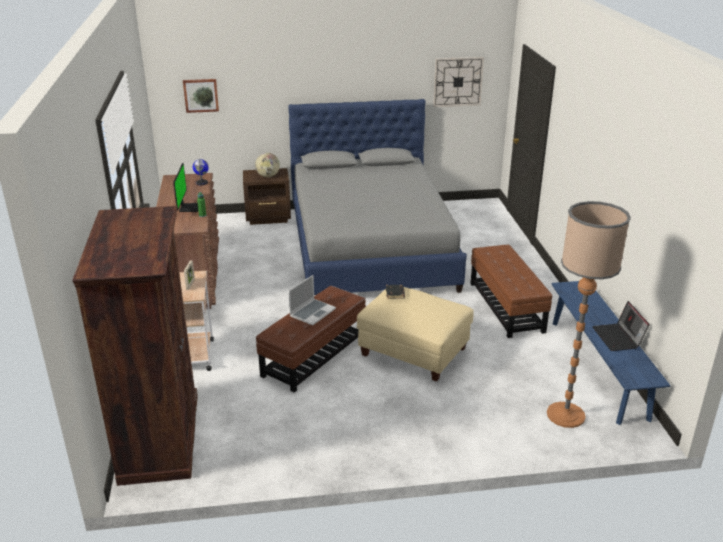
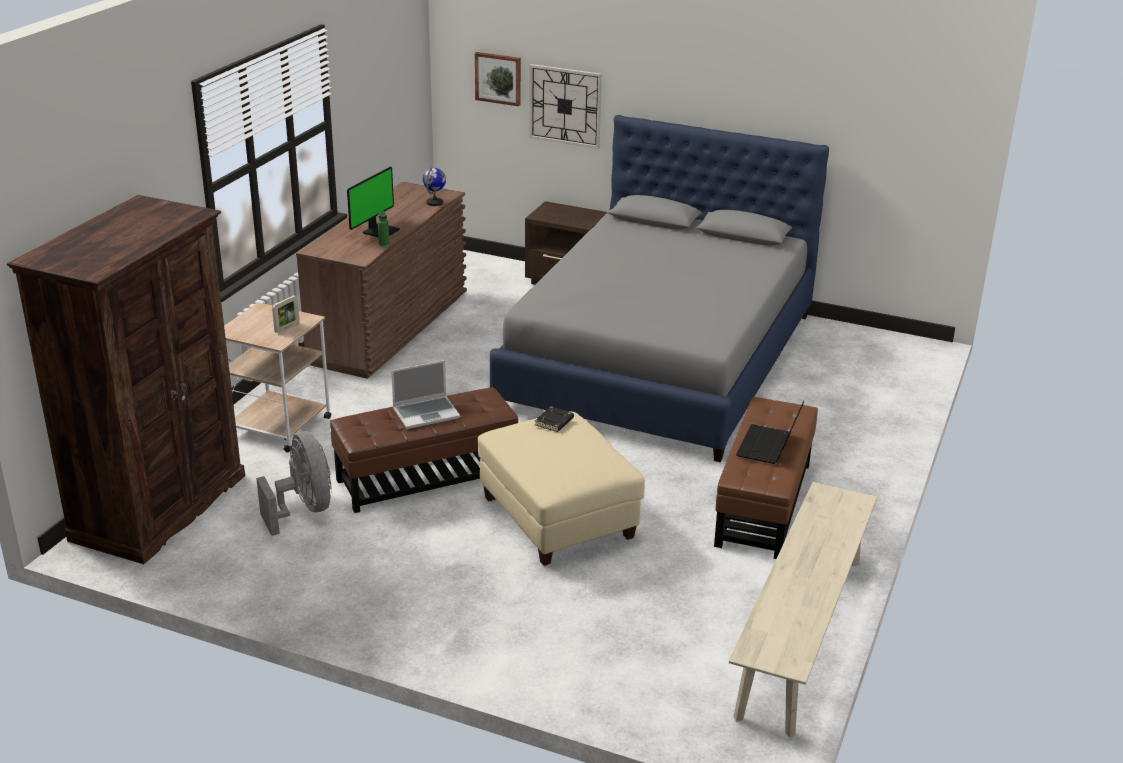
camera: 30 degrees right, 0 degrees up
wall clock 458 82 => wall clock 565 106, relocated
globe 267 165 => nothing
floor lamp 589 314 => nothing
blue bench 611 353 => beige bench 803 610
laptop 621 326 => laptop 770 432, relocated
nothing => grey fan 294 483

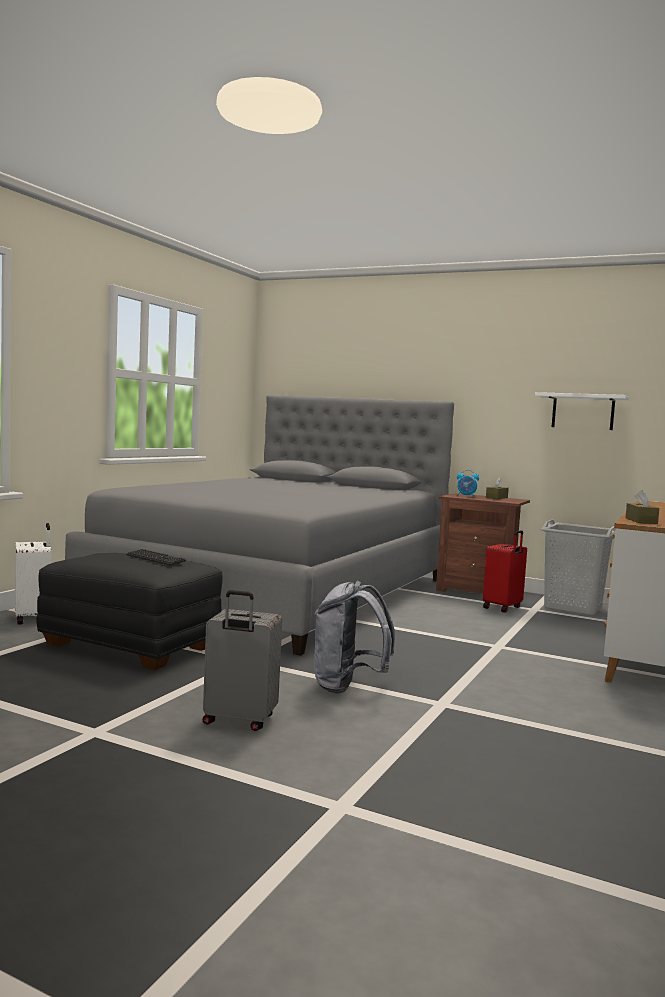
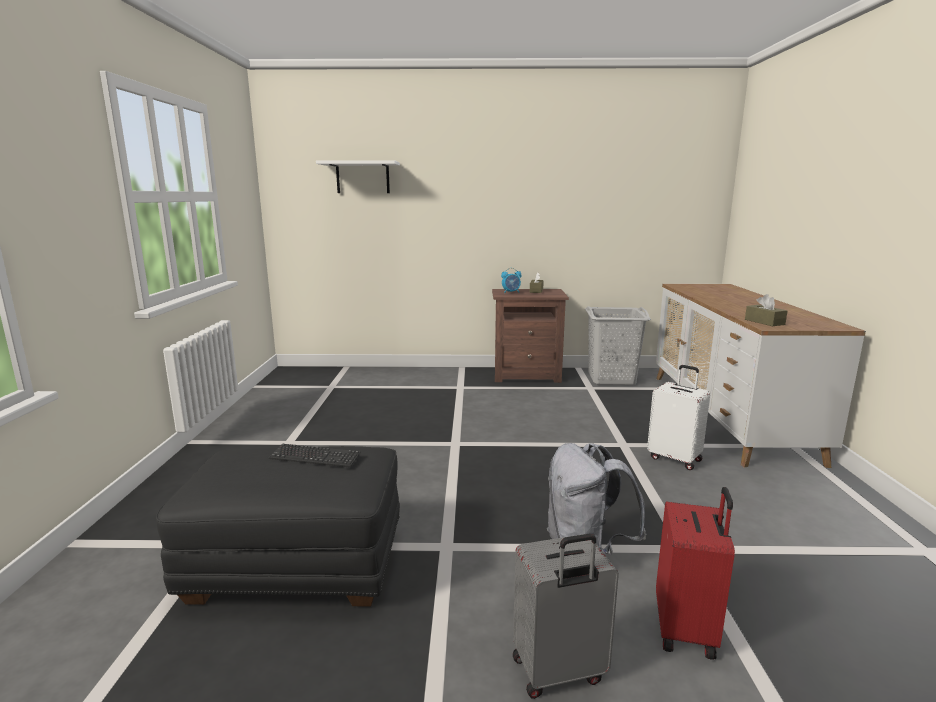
camera: 25 degrees left, 10 degrees up
white shelf 582 411 => white shelf 358 176, relocated
grey bed 259 525 => nothing
white suitcase 33 574 => white suitcase 678 417, relocated
red suitcase 505 571 => red suitcase 695 573, relocated

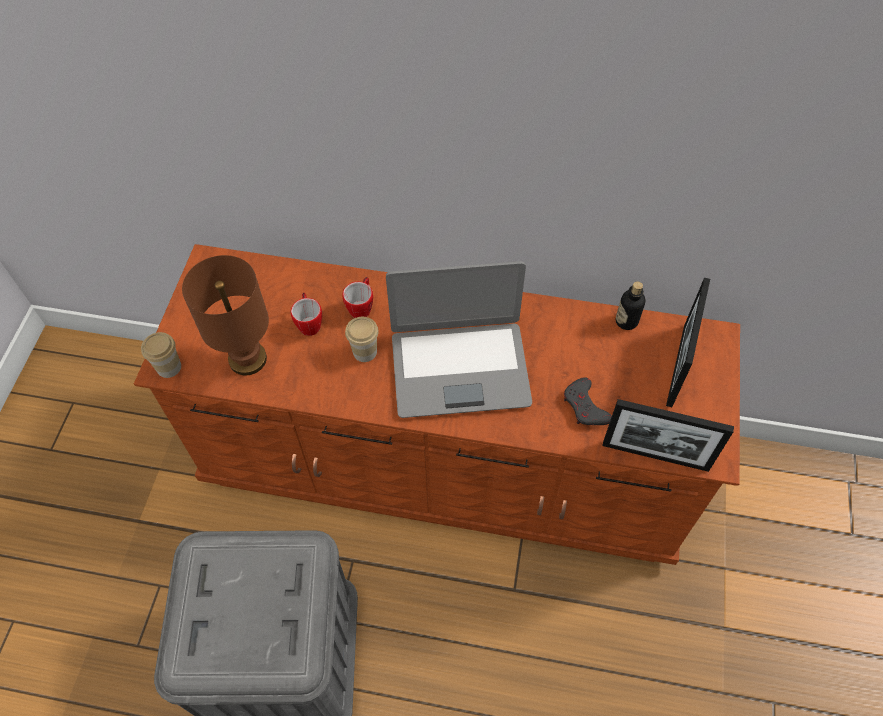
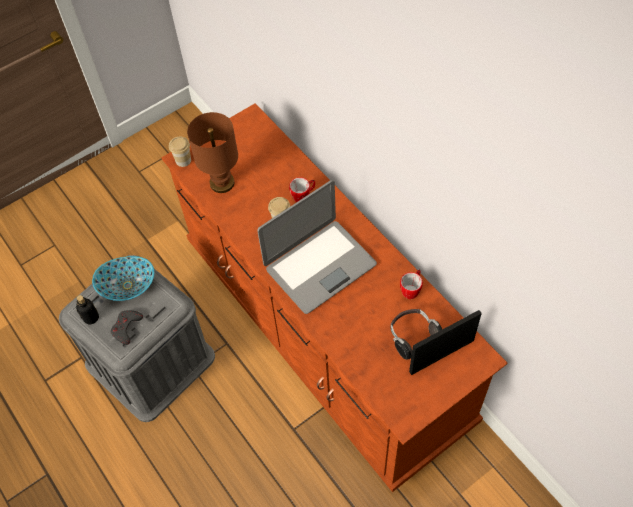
camera: 45 degrees right, 0 degrees up
laptop 459 339 => laptop 317 247, 75 degrees counterclockwise
bottle 630 305 => bottle 87 309, relocated
mug 306 314 => mug 411 284, relocated
grey game controller 588 401 => grey game controller 127 327, relocated
picture frame 668 435 => nothing
nothing => bowl 123 278
nothing => headphones 416 334

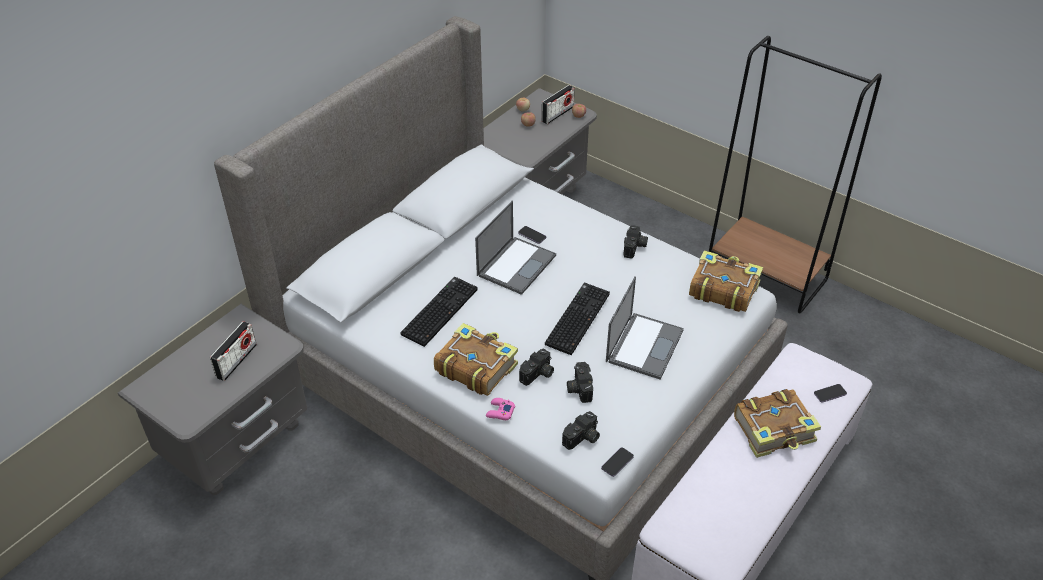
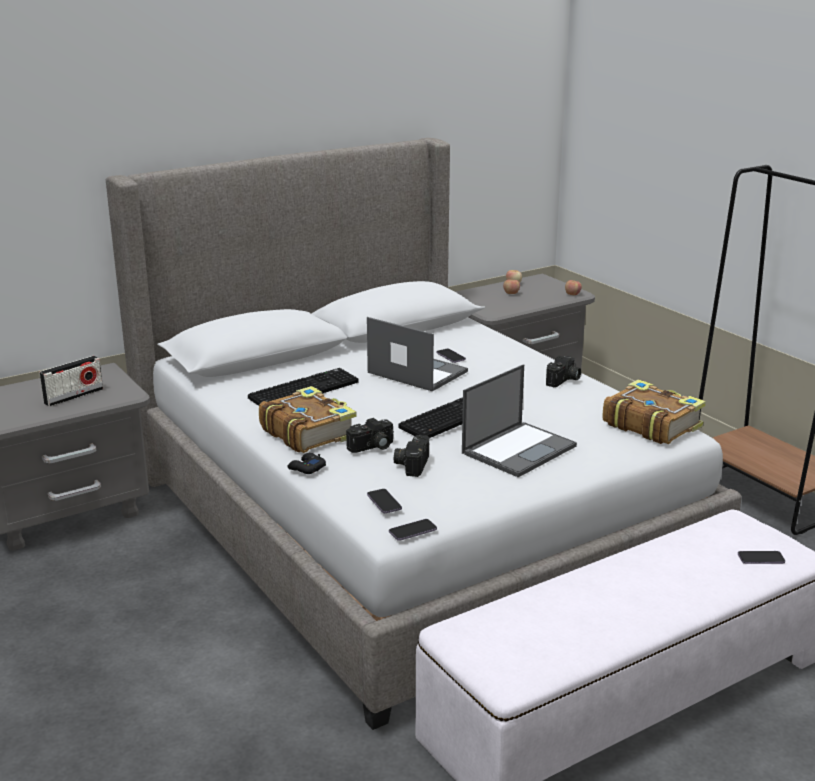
camera: 20 degrees right, 20 degrees down
radio 558 104 => nothing
laptop 515 248 => laptop 417 354, 105 degrees counterclockwise
book 777 423 => nothing
pink game controller 500 409 => black game controller 306 463
photo camera 581 430 => phone 384 501

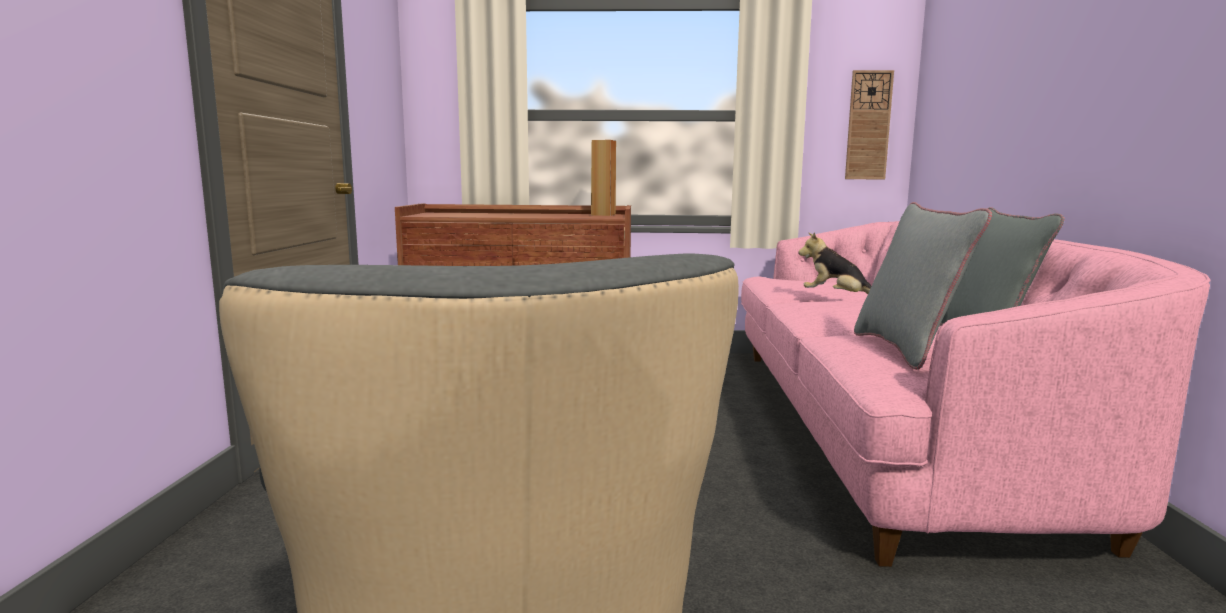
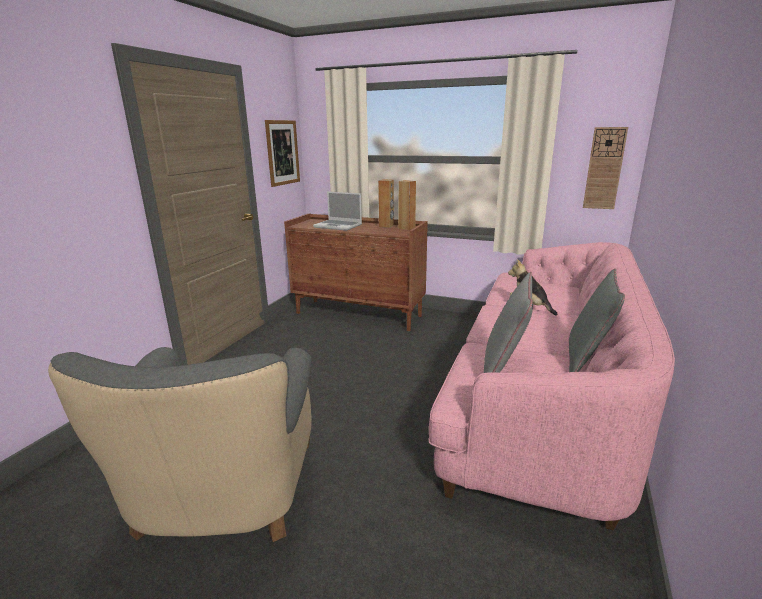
camera: 20 degrees right, 10 degrees up
nothing => picture 282 153
nothing => brown speaker 386 203
nothing => laptop 337 211

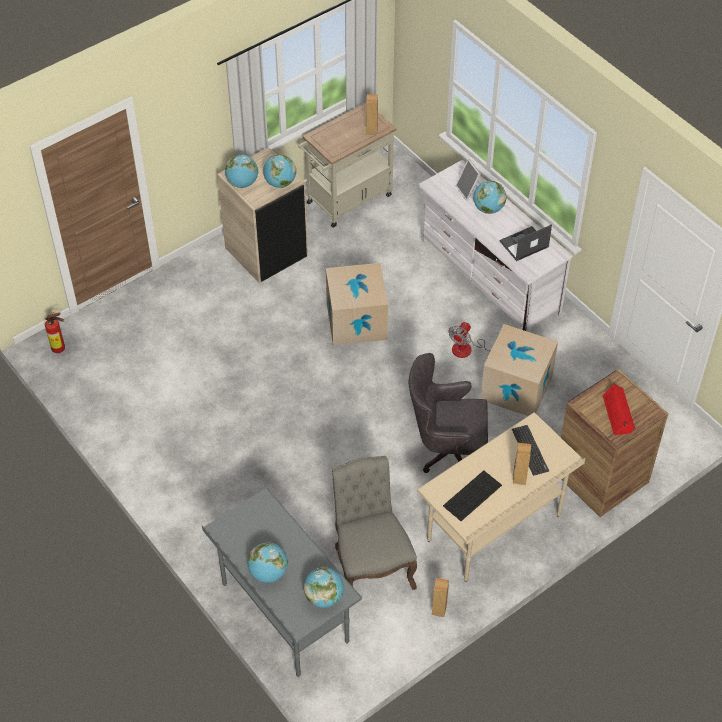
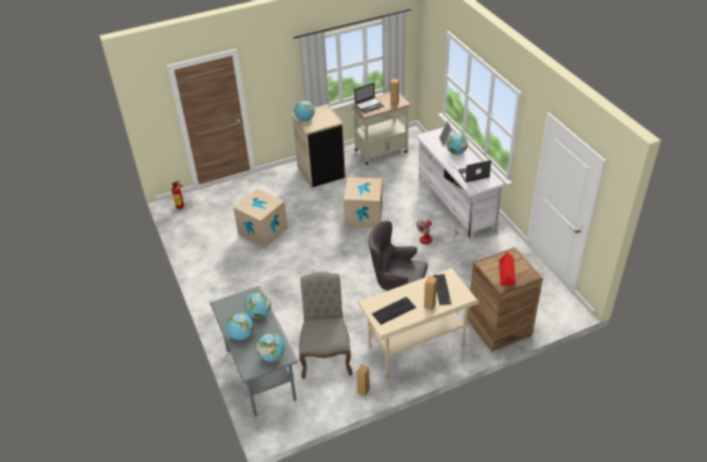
camera: 15 degrees right, 10 degrees down
globe 279 171 => globe 257 305, relocated
cardboard box 519 370 => cardboard box 260 218, relocated
nothing => laptop 369 98

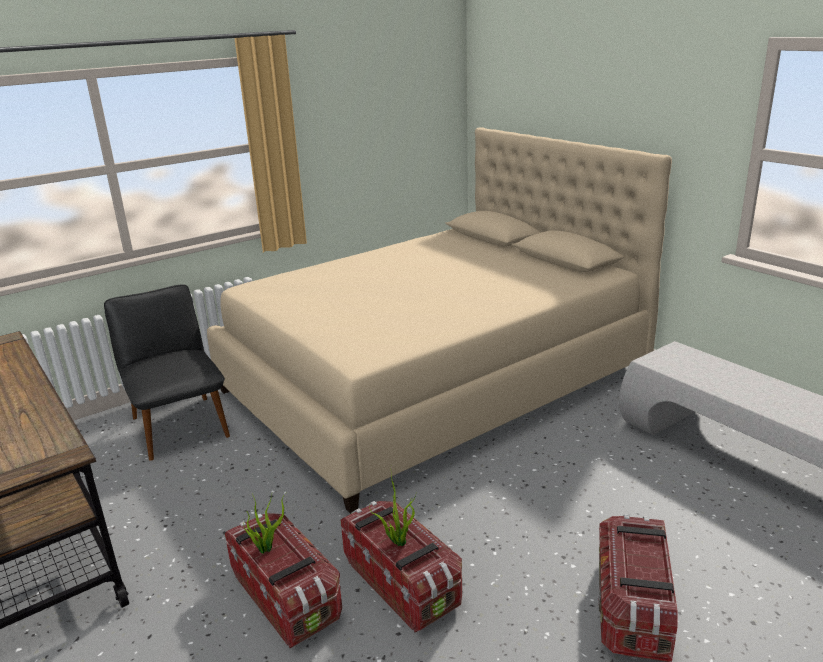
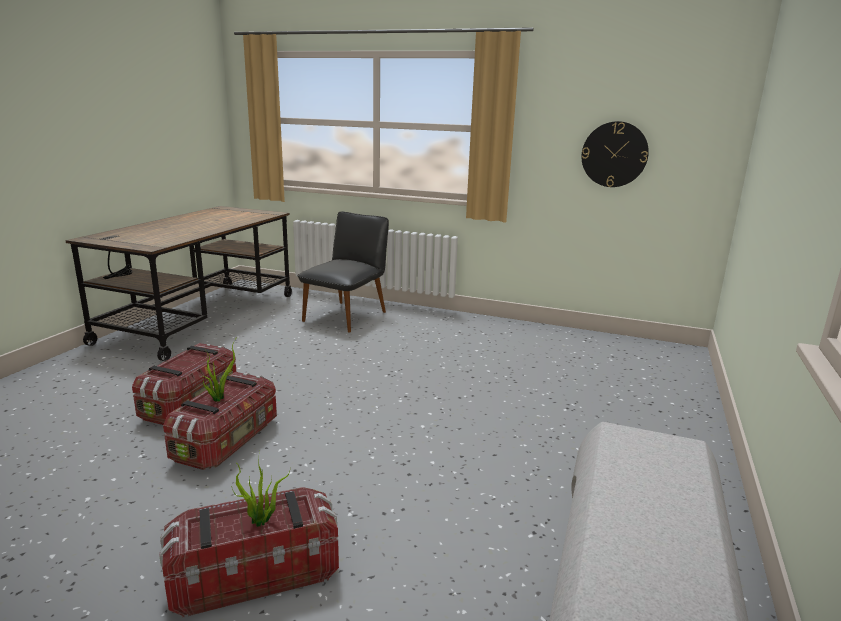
camera: 55 degrees right, 5 degrees down
beige bed 439 320 => nothing
potted plant 265 523 => potted plant 260 489, relocated
nothing => wall clock 615 154

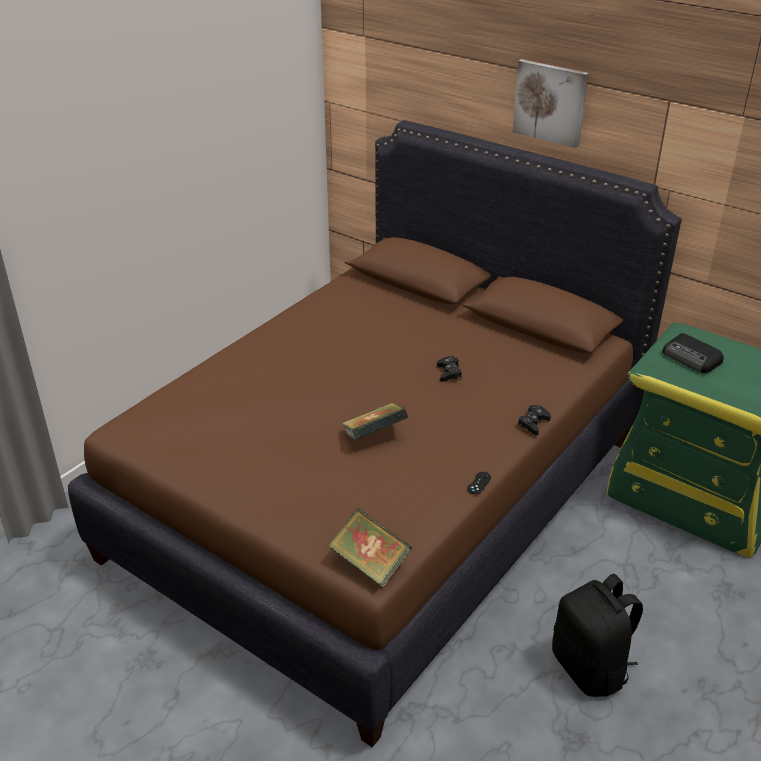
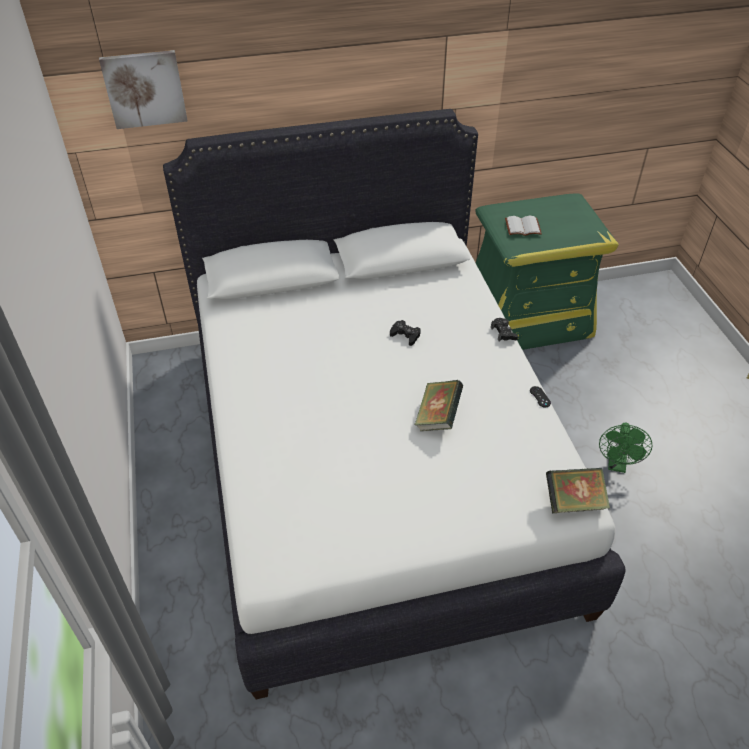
camera: 50 degrees left, 10 degrees up
picture 550 103 => picture 143 89, relocated
brown bed 375 433 => white bed 394 404
radio 693 353 => white book 523 226
black backpack 597 635 => green fan 625 448

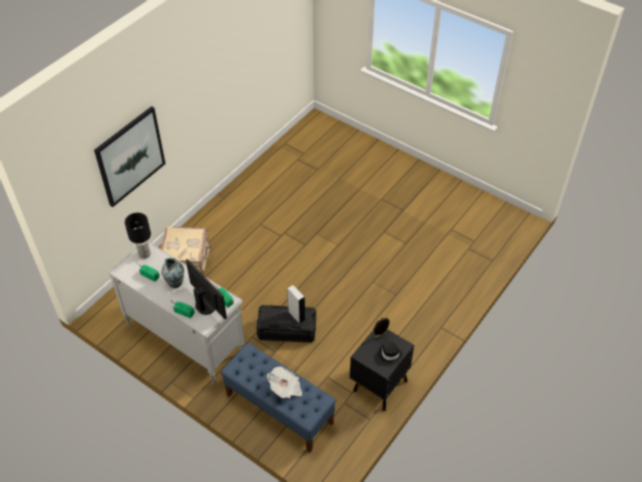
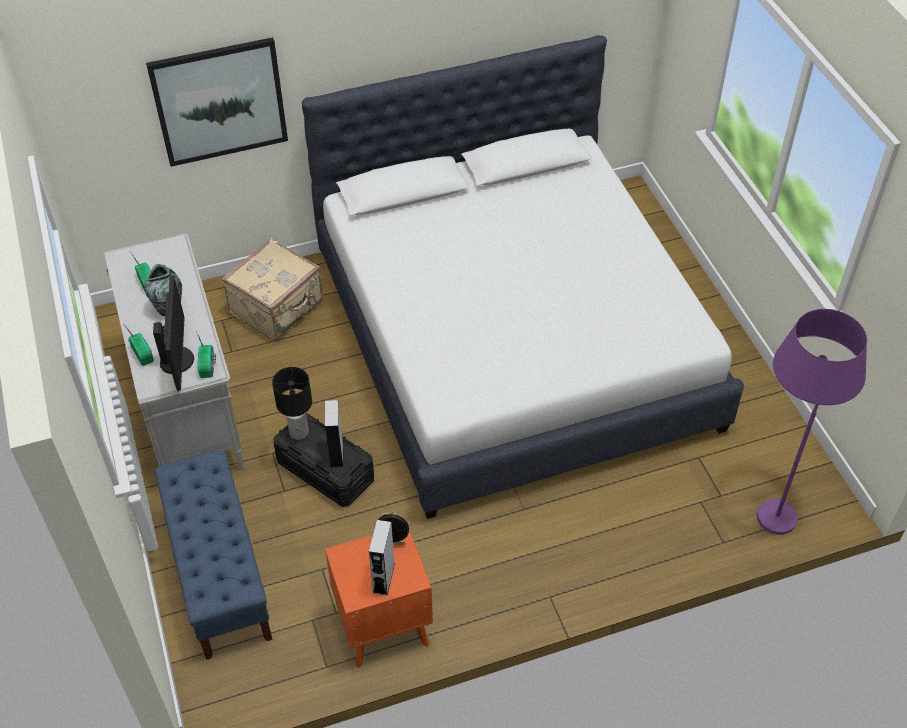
camera: 35 degrees right, 0 degrees up
black table lamp 138 236 => black table lamp 292 403, relocated
black nightstand 382 370 => orange nightstand 379 599
black hat 390 351 => grey speaker 382 558
newspaper 284 382 => nothing
nothing => white bed 523 277
nothing => purple floor lamp 812 422

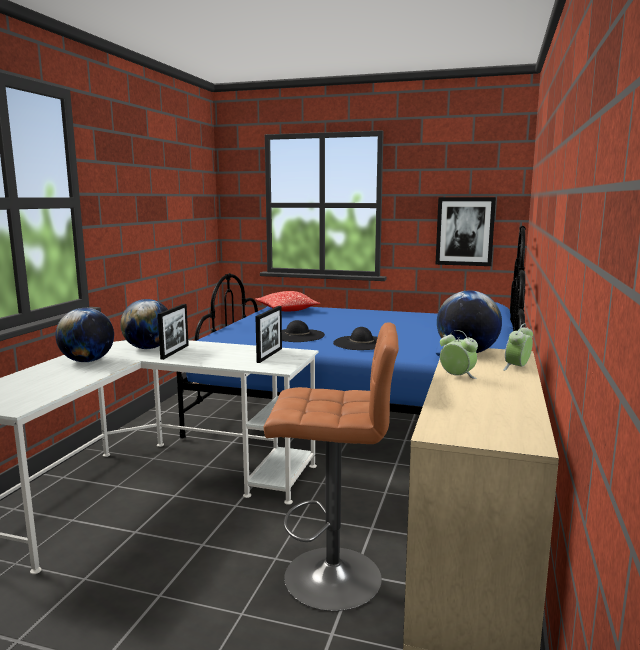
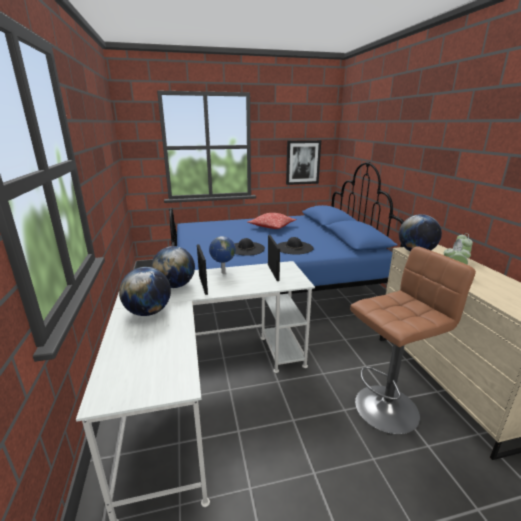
camera: 30 degrees left, 10 degrees up
pillow 287 301 => pillow 272 221, relocated
nothing => globe 222 255

